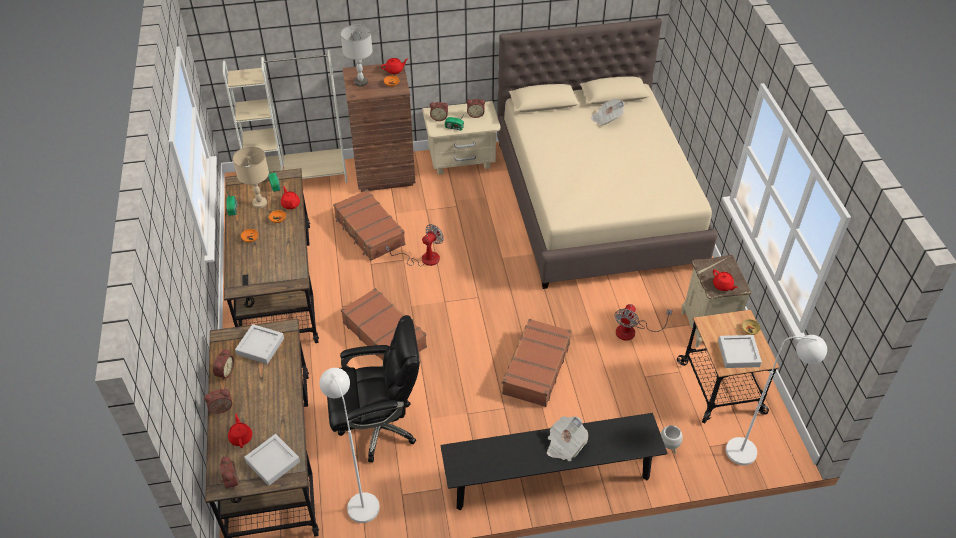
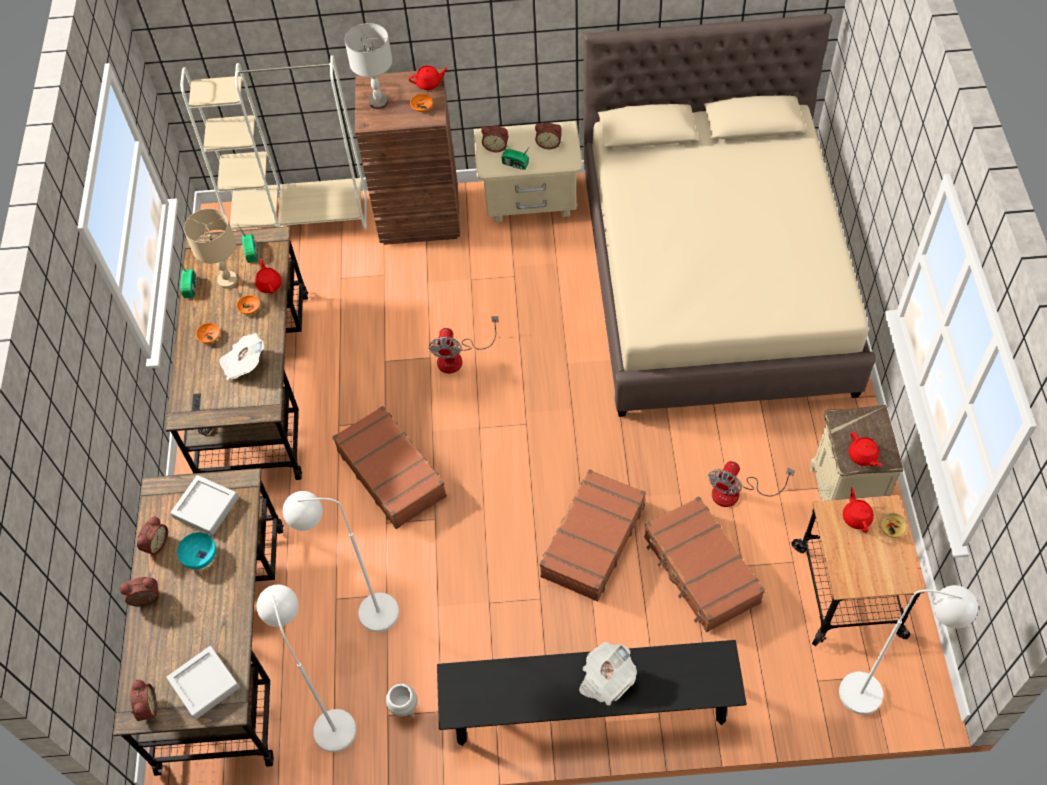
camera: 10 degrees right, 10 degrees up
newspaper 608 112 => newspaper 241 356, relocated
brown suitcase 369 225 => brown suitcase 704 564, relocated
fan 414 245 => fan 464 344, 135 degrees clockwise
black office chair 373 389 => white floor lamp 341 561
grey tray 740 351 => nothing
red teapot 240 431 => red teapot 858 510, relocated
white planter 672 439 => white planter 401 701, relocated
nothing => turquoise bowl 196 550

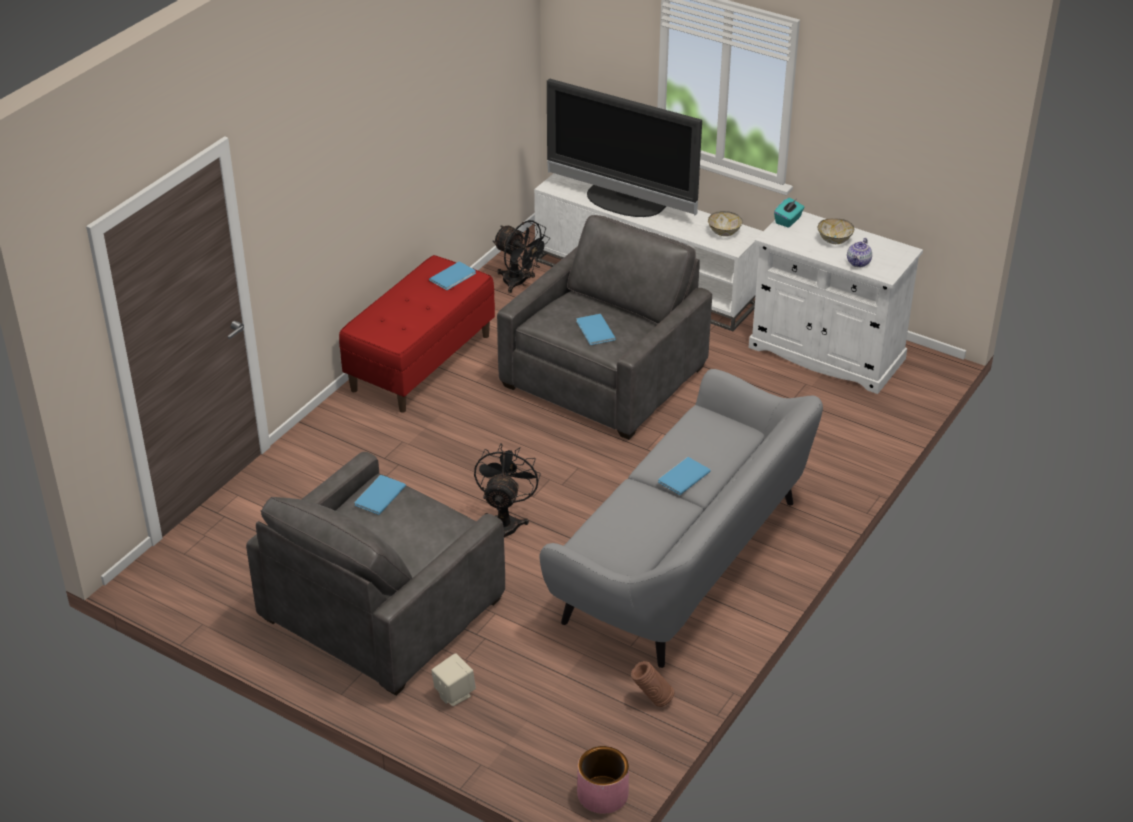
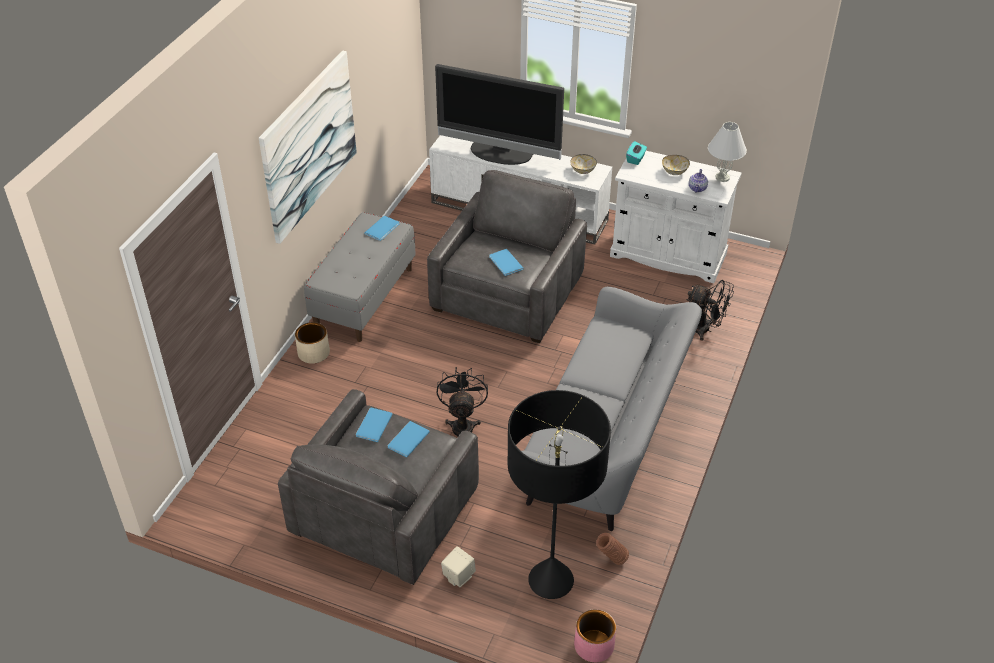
camera: 10 degrees left, 5 degrees up
black fan 521 256 => black fan 710 310, relocated
red bench 417 334 => grey bench 360 277
blue book 684 476 => blue book 408 439, relocated
nothing => picture 308 147
nothing => white table lamp 727 152
nothing => beige planter 312 343
nothing => black floor lamp 559 494

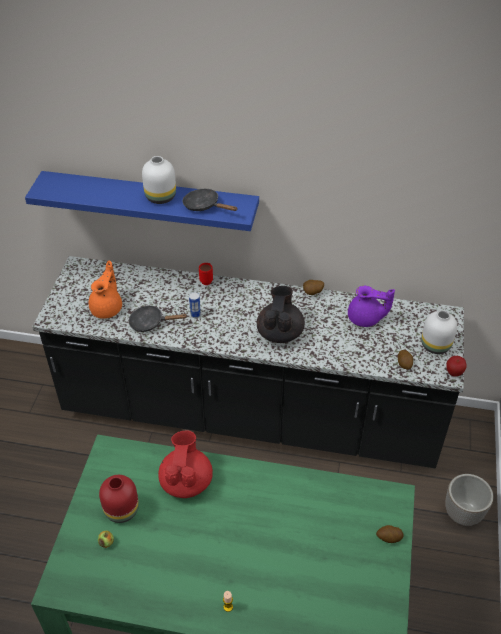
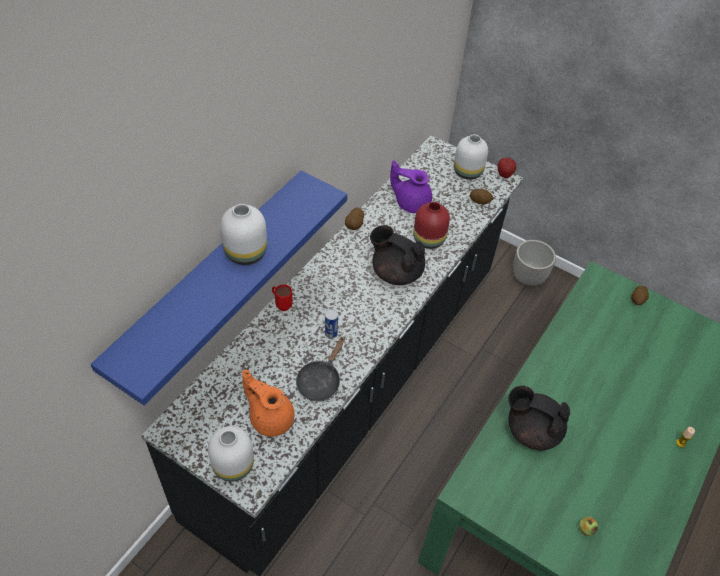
camera: 70 degrees left, 5 degrees up
black frying pan 210 200 => nothing
purple teapot 371 306 => purple teapot 411 186, 105 degrees counterclockwise
red teapot 185 464 => black teapot 539 418
red vase 119 499 => red vase 431 225, relocated
nothing => white vase 231 454

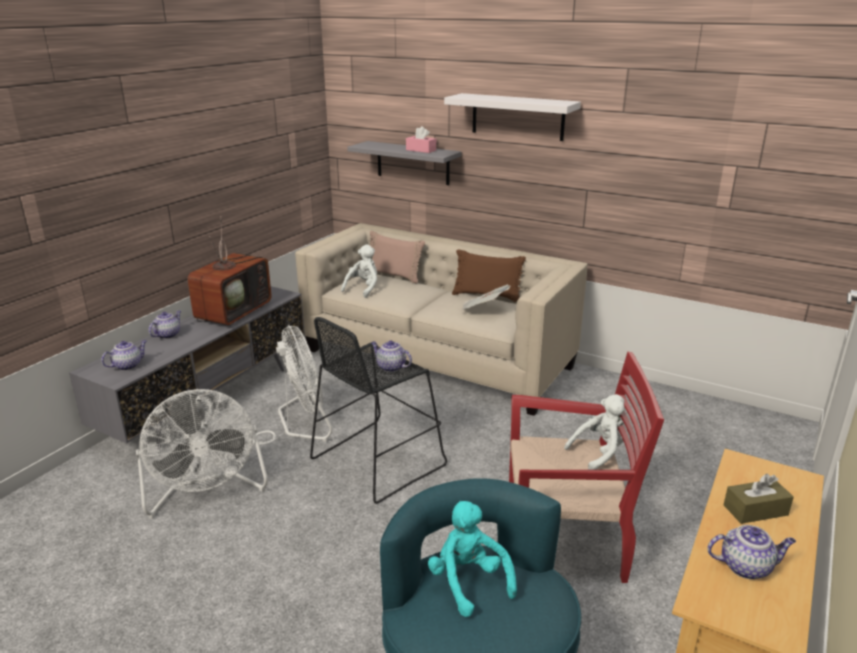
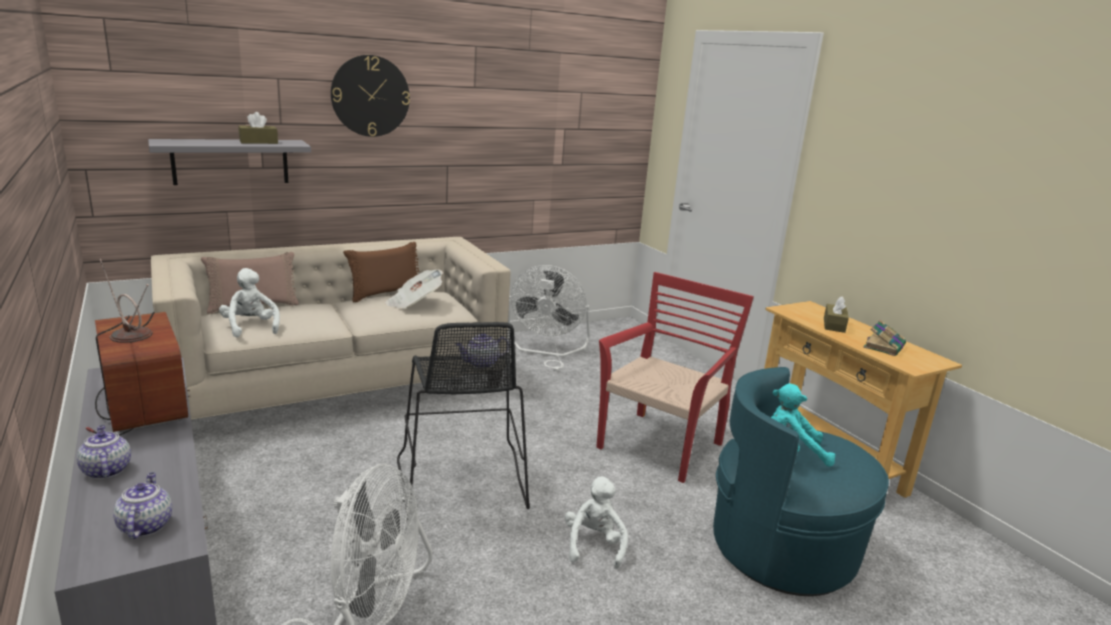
camera: 60 degrees left, 5 degrees down
white shelf 512 117 => wall clock 370 96
pink tissue box 421 139 => brown tissue box 258 128
white fan 289 385 => white fan 549 318, relocated
white plush toy 597 432 => white plush toy 596 522, relocated
teapot 751 552 => book 884 338

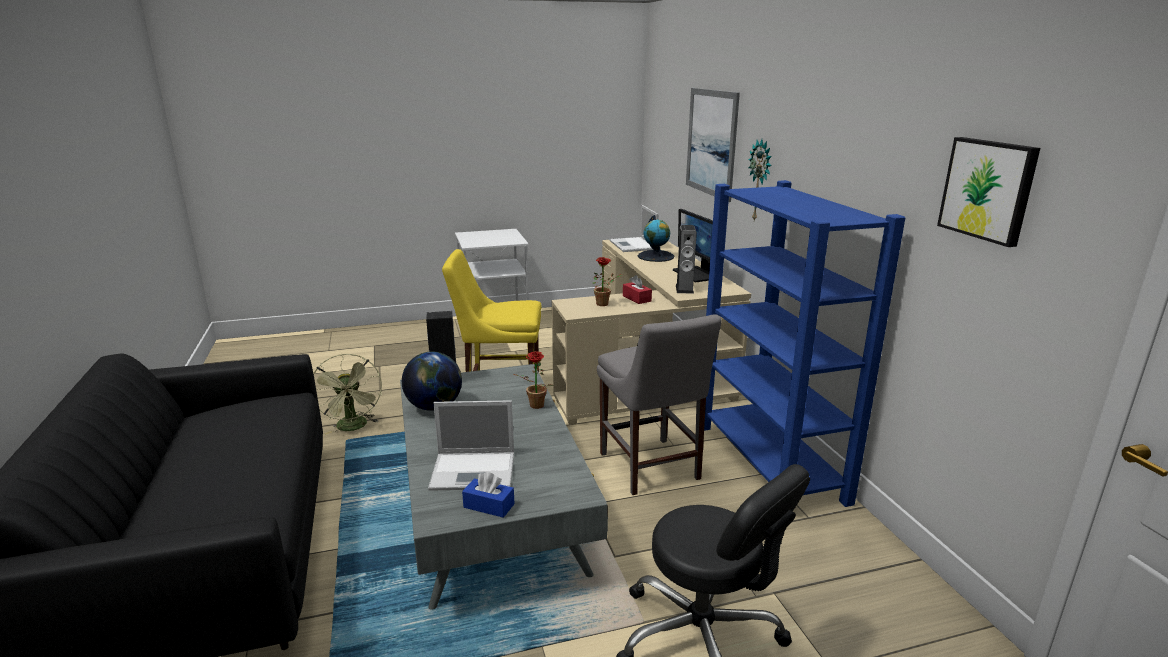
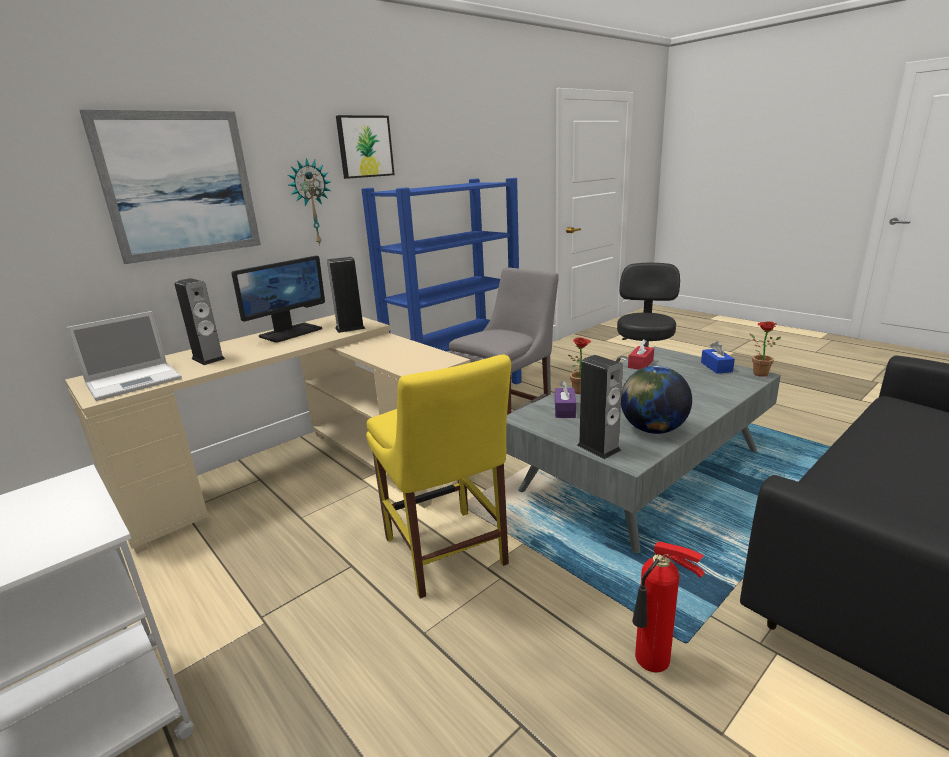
camera: 115 degrees left, 0 degrees up
picture 988 192 => picture 365 147, relocated
globe 656 238 => speaker 199 321
potted plant 607 281 => potted plant 765 349, relocated
red tissue box 637 289 => red tissue box 641 354, relocated
green fan 347 394 => fire extinguisher 668 606
laptop 471 445 => nothing
nothing => purple tissue box 565 399

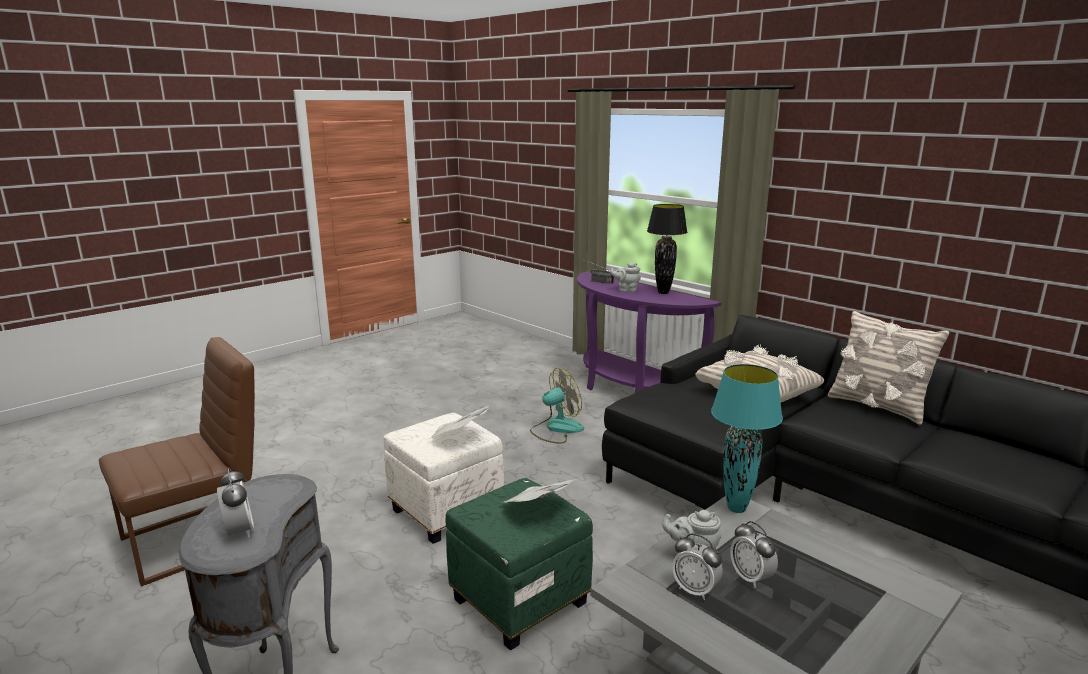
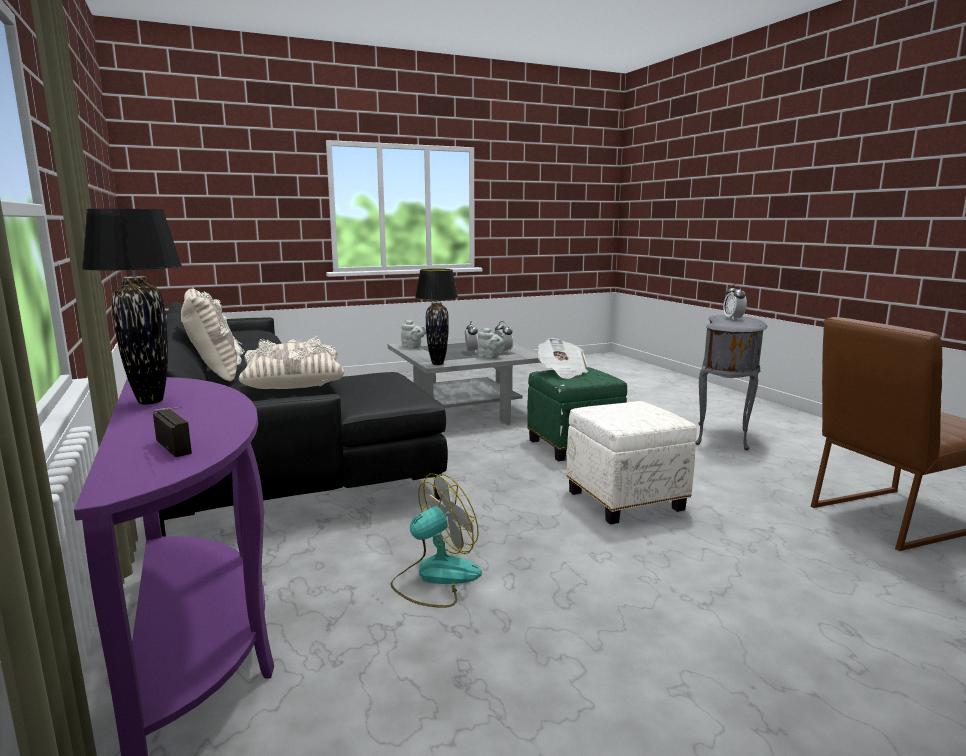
camera: 160 degrees left, 5 degrees down
grey teapot 625 277 => grey teapot 413 334, relocated
turquoise table lamp 747 438 => black table lamp 436 317
fan 557 406 => fan 436 540, 150 degrees clockwise
newspaper 459 422 => nothing

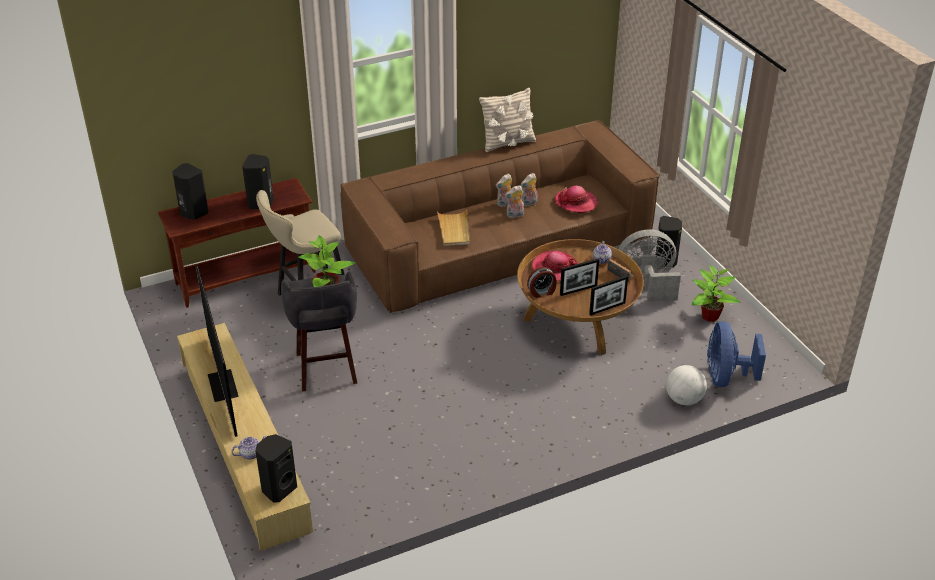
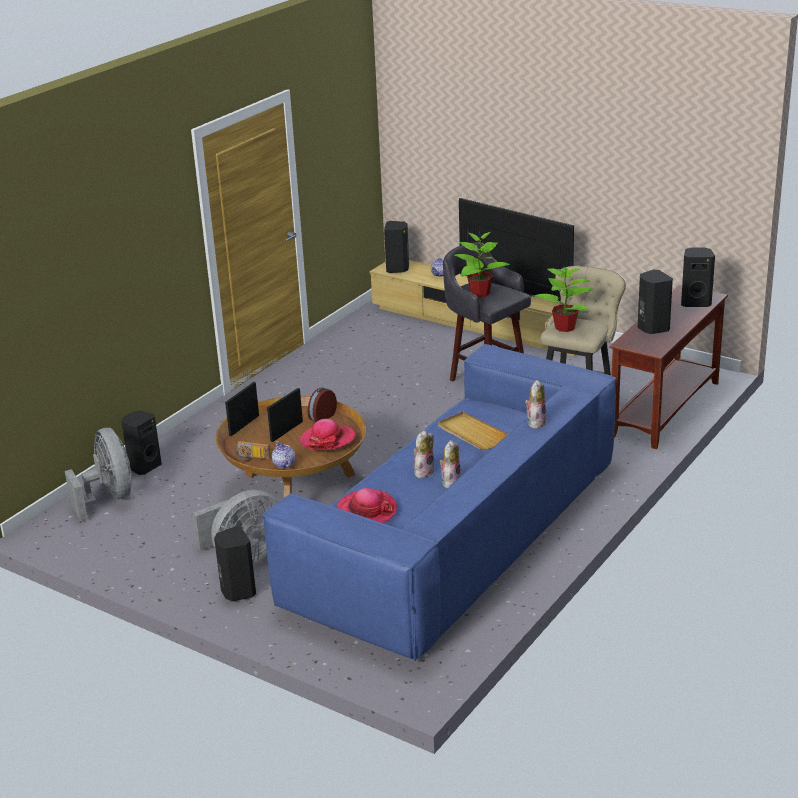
camera: 150 degrees right, 10 degrees down
beige pillow 507 120 => nothing
brown sofa 500 216 => blue sofa 438 502
plush toy 529 190 => plush toy 535 404, relocated
potted plant 716 293 => potted plant 563 297, relocated
blue fan 736 354 => grey fan 98 474
globe 686 385 => black speaker 141 442

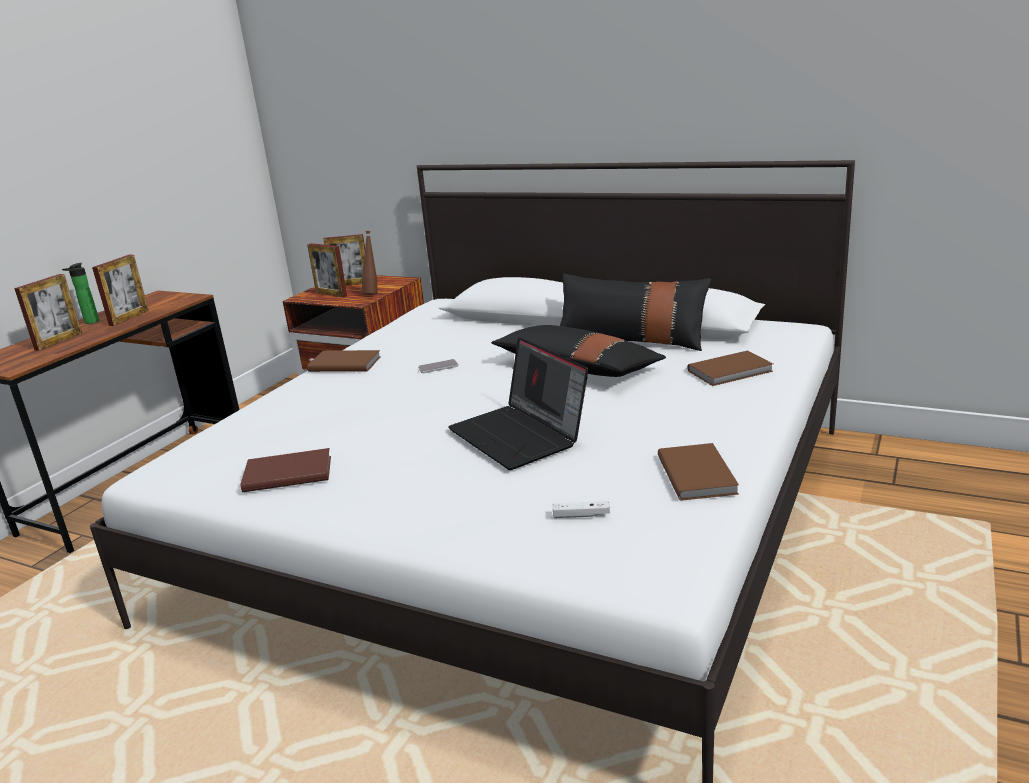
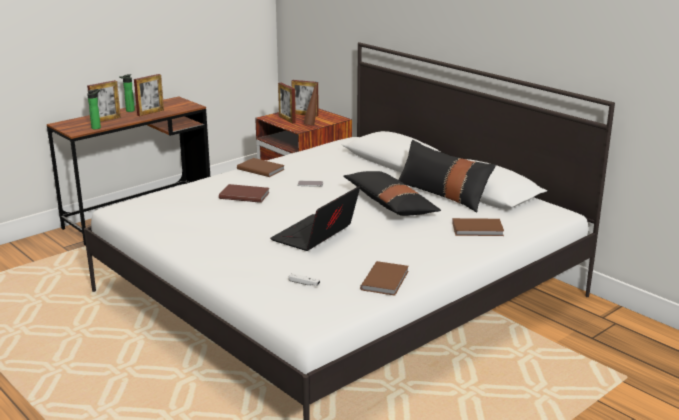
camera: 20 degrees right, 0 degrees up
laptop 518 403 => laptop 315 218, 45 degrees clockwise
brown book 286 470 => brown book 244 193, relocated
nothing => bottle 94 109

